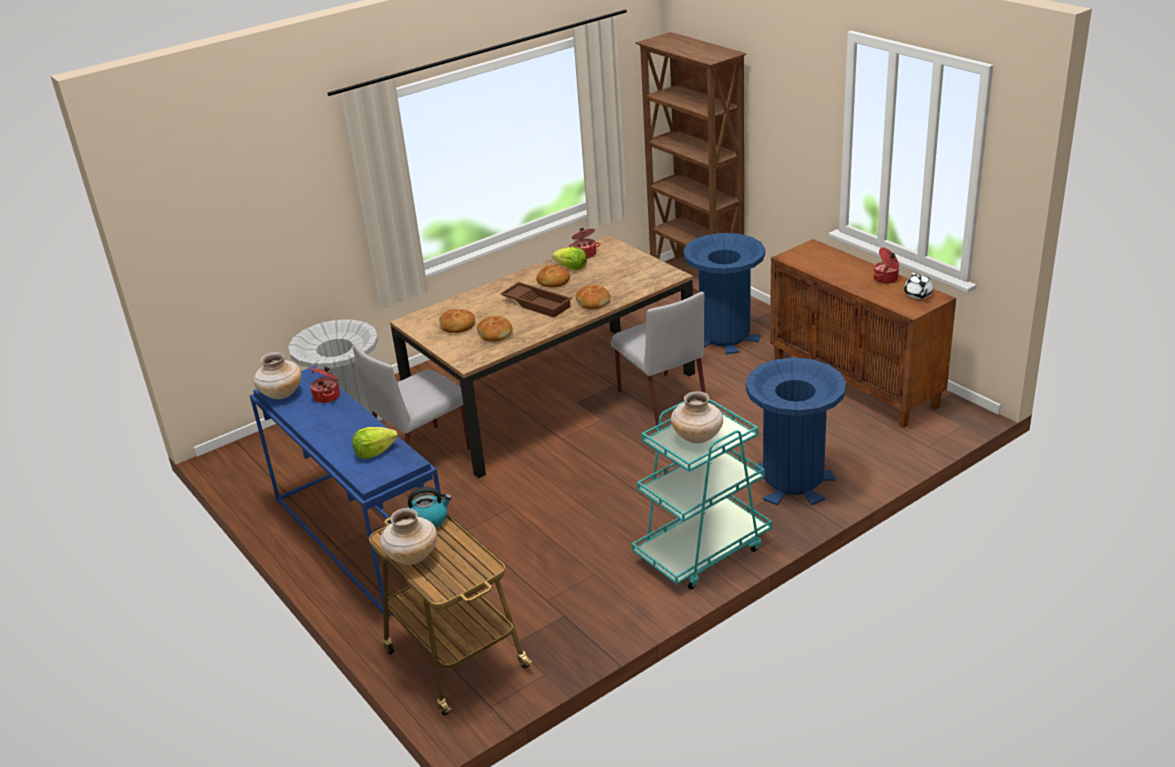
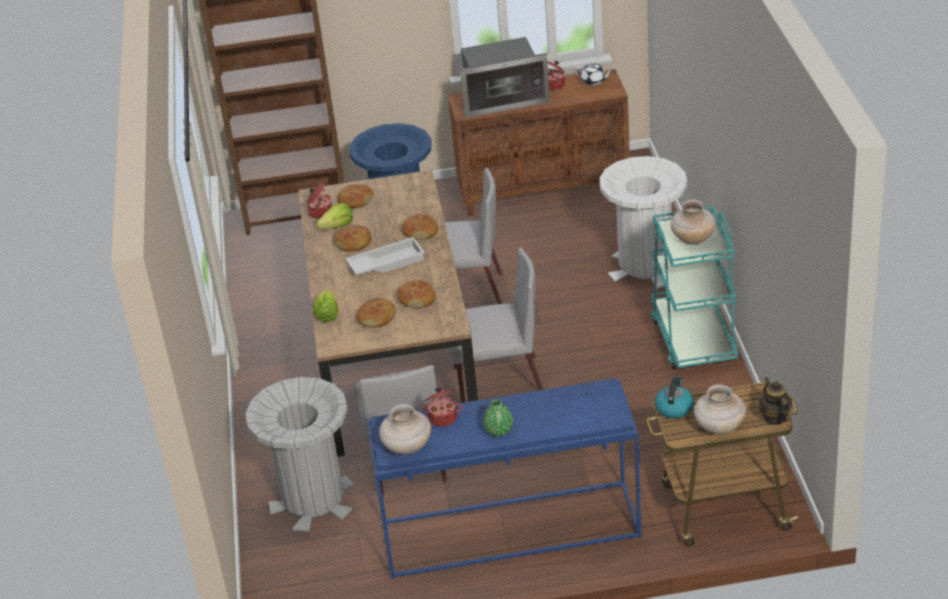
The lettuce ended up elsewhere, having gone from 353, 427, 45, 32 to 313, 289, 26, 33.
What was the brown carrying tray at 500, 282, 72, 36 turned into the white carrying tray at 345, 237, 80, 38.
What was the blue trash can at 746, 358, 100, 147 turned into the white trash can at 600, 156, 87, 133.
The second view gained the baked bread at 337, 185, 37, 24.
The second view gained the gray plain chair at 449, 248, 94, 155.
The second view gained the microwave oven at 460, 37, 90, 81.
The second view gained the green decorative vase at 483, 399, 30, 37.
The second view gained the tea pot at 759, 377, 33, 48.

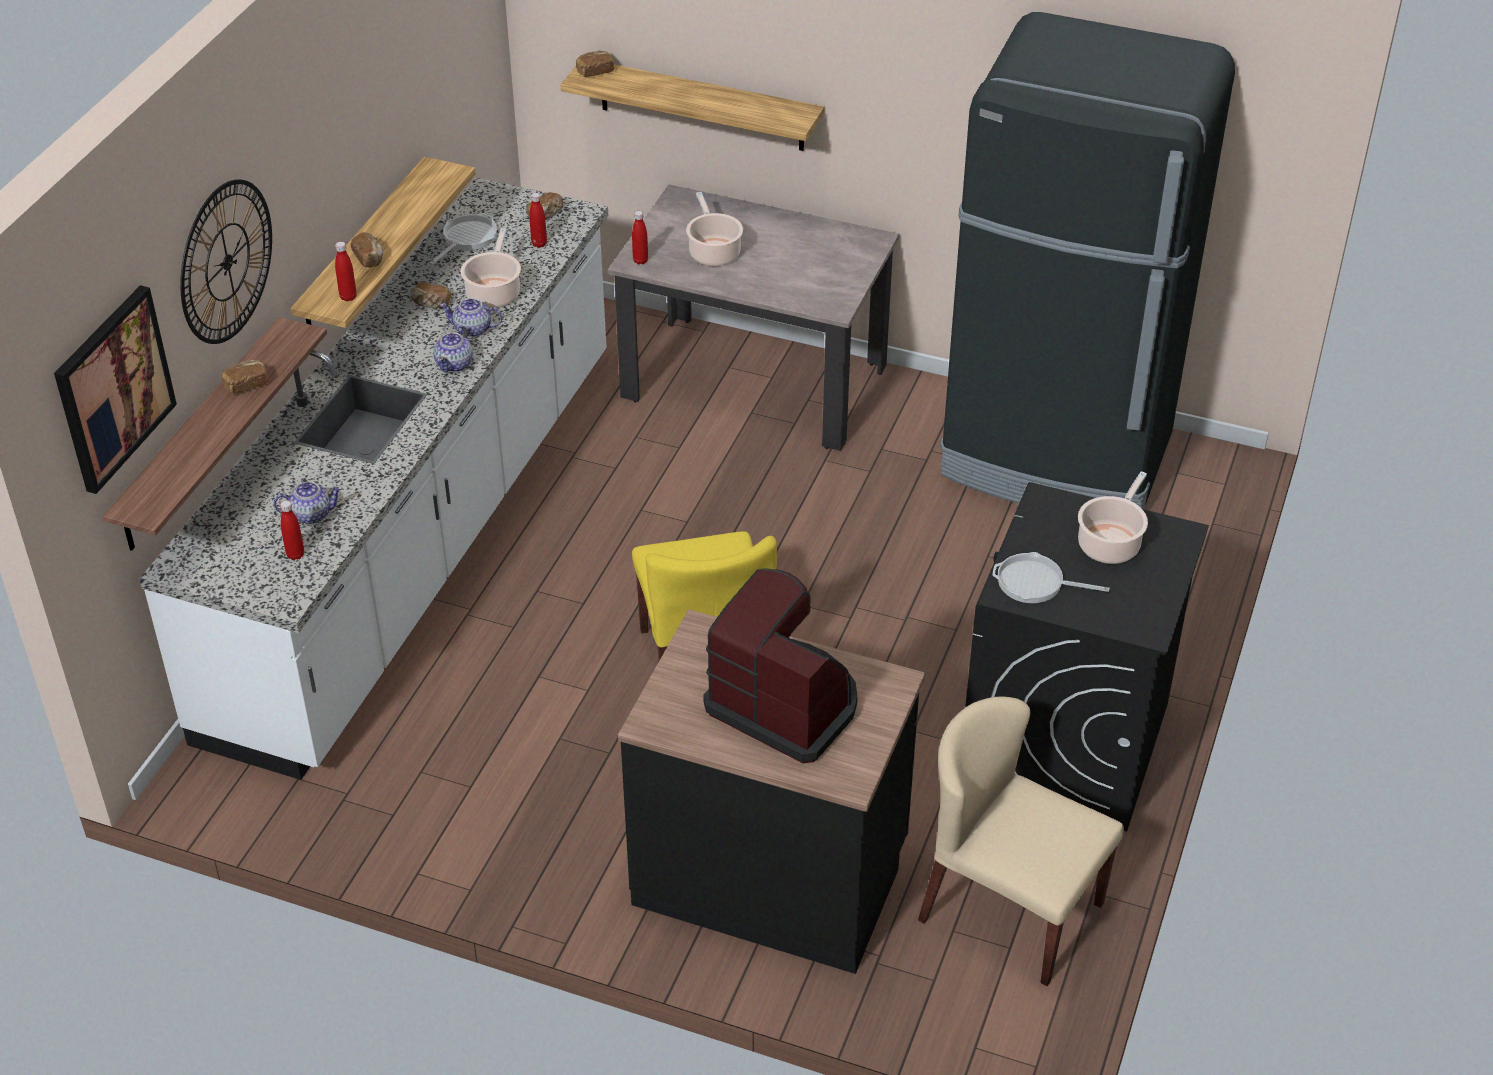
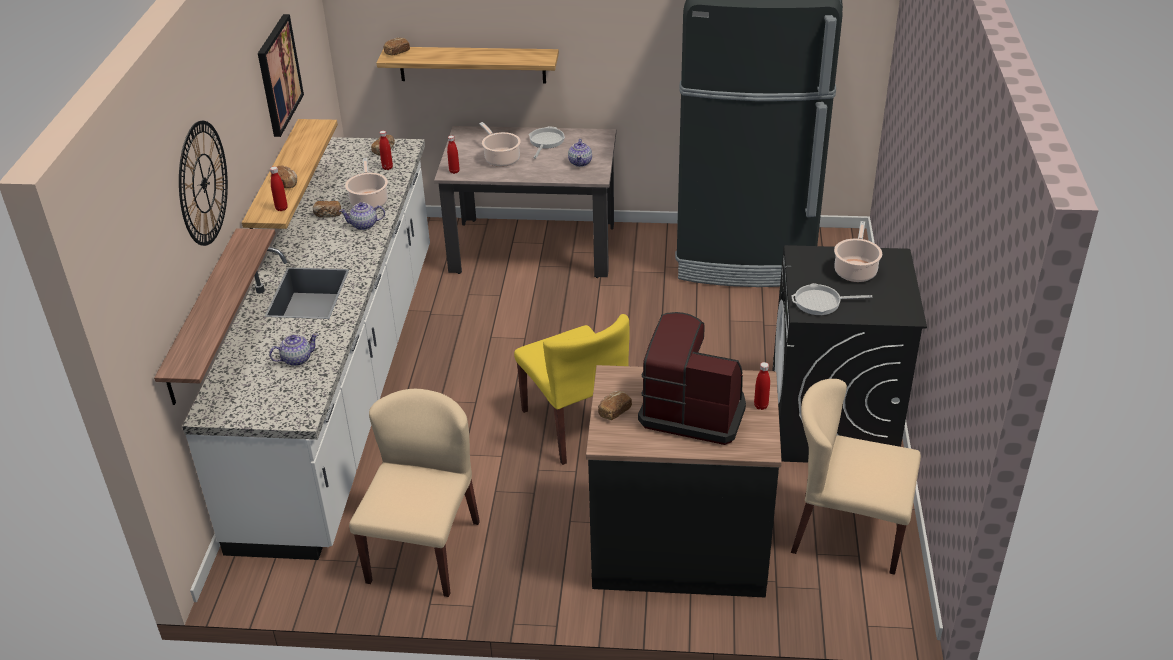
The picture ended up elsewhere, having gone from 54, 285, 123, 209 to 258, 14, 46, 123.
The baked bread ended up elsewhere, having gone from 221, 360, 47, 34 to 598, 391, 34, 29.
The red drink bottle ended up elsewhere, having gone from 280, 500, 24, 60 to 754, 362, 16, 48.
The frying pan ended up elsewhere, having gone from 430, 213, 67, 52 to 529, 126, 36, 33.
The tea pot ended up elsewhere, having gone from 434, 326, 39, 46 to 568, 139, 24, 28.
The second view gained the sand-coloured plain chair at 349, 389, 131, 208.

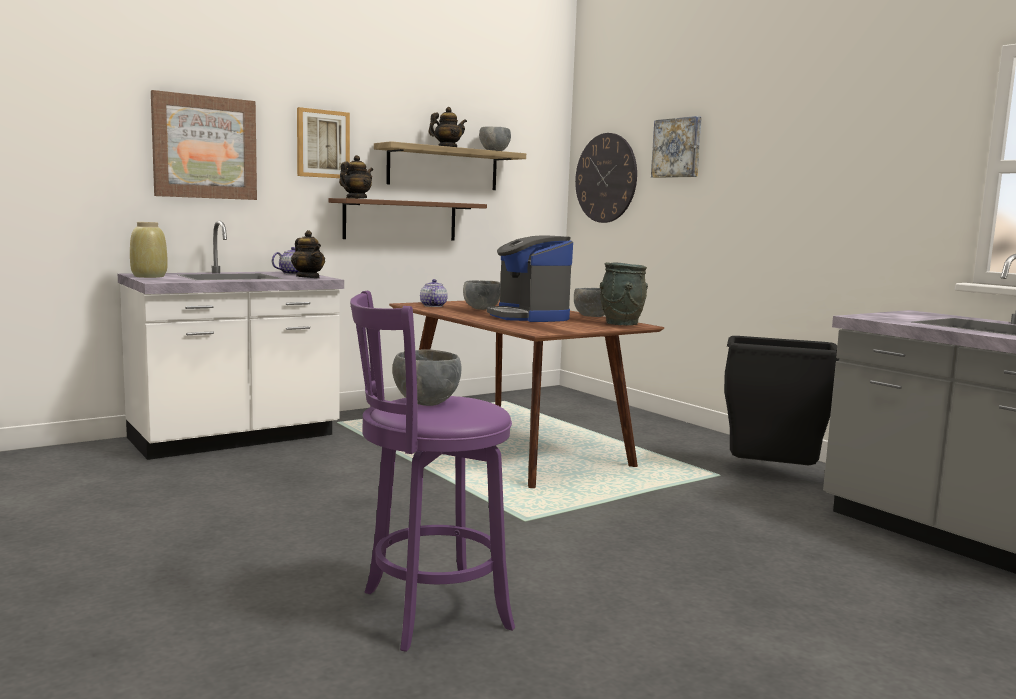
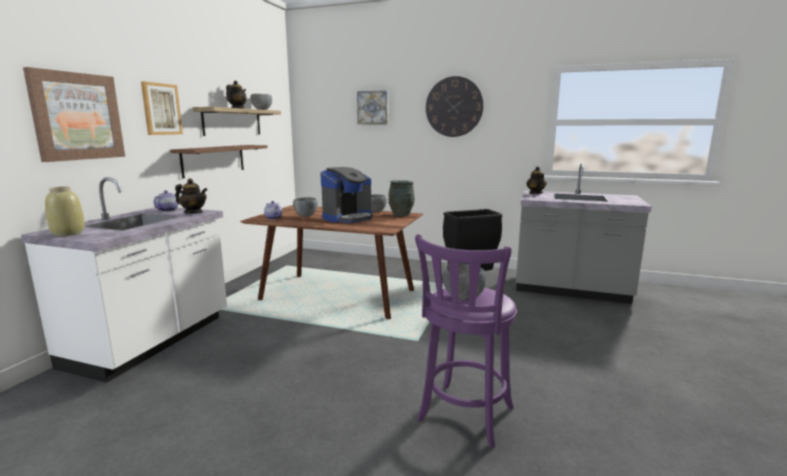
The tea pot ended up elsewhere, having gone from 339, 155, 34, 44 to 526, 166, 21, 28.
The coffee brewer at 487, 235, 86, 87 ended up facing another way, 75 degrees counterclockwise from before.
The hanging clock ended up elsewhere, having gone from 575, 133, 62, 90 to 426, 76, 58, 61.

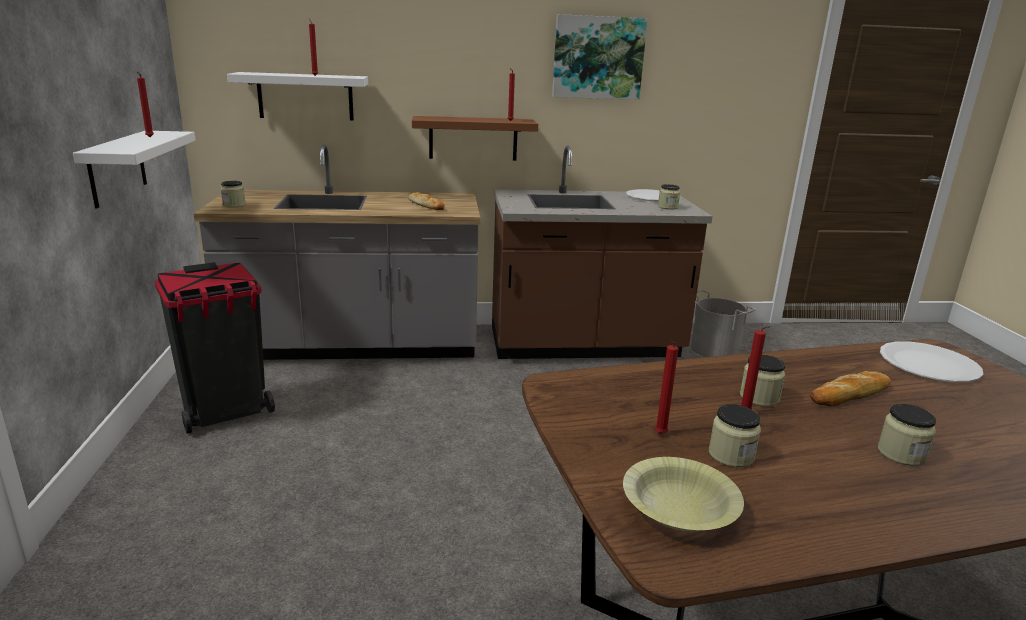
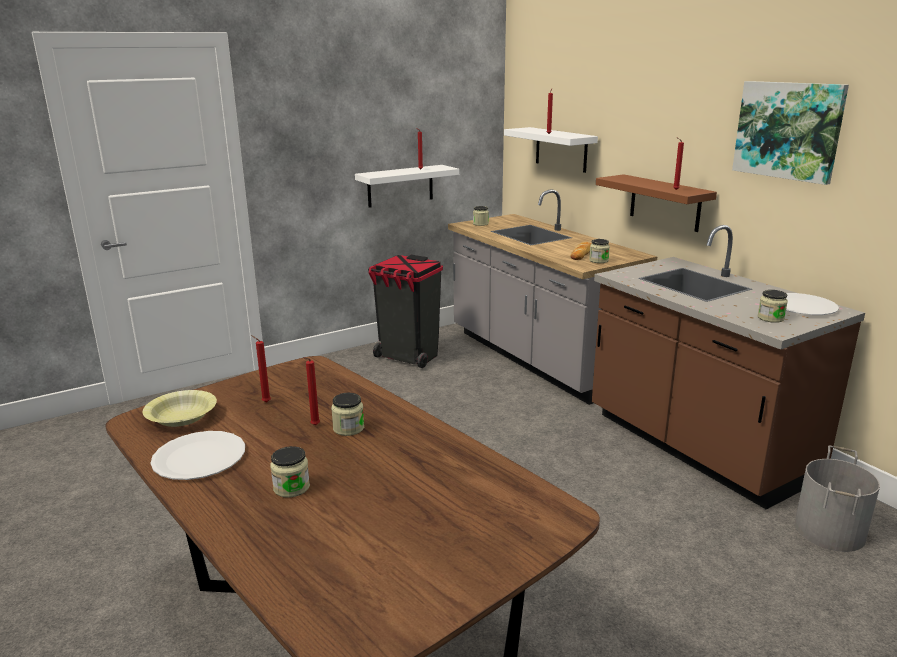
The preserve jar ended up elsewhere, having gone from 709, 404, 52, 63 to 589, 239, 21, 24.
The second view lost the baked bread at 810, 371, 81, 36.
The white plate ended up elsewhere, having gone from 880, 341, 103, 41 to 150, 431, 95, 49.

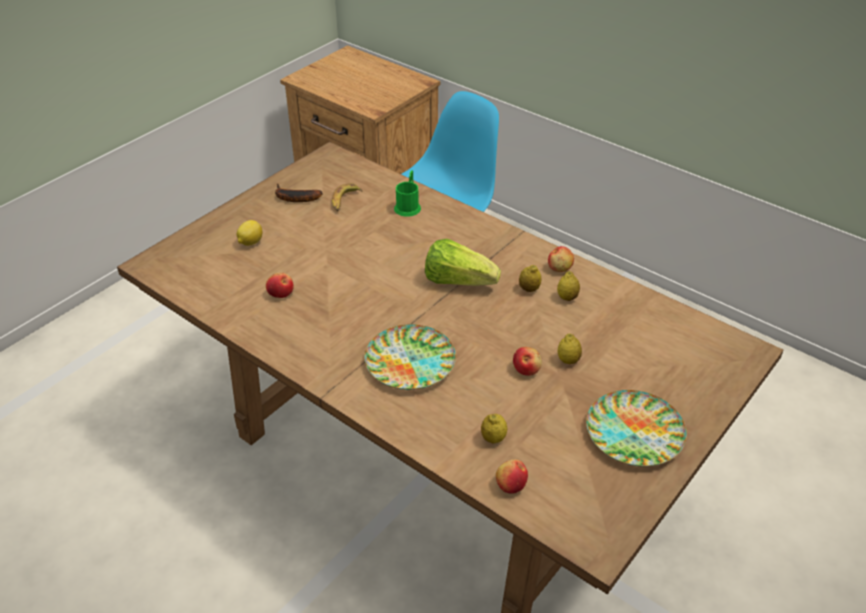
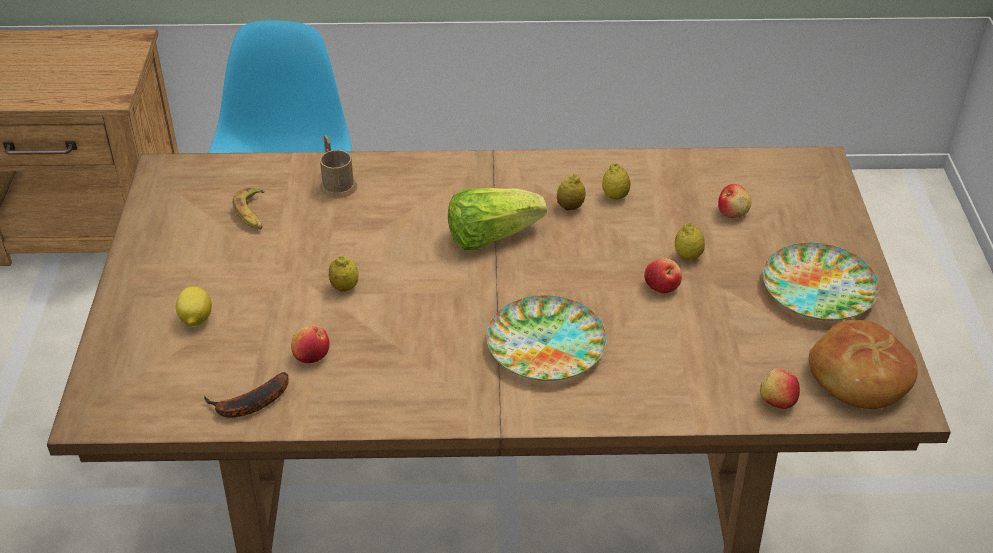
The banana ended up elsewhere, having gone from 275, 184, 48, 18 to 204, 372, 85, 46.
What was the green mug at 394, 170, 27, 47 turned into the brown mug at 320, 135, 37, 64.
The lemon ended up elsewhere, having gone from 481, 414, 26, 29 to 329, 256, 30, 35.
The whole apple ended up elsewhere, having gone from 548, 246, 26, 26 to 718, 184, 33, 34.
The second view gained the baked bread at 809, 319, 109, 90.

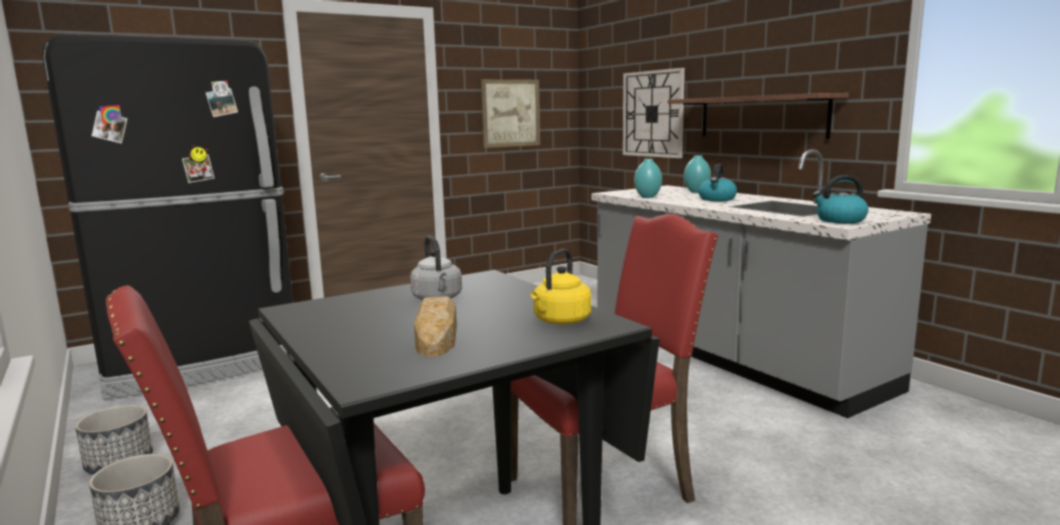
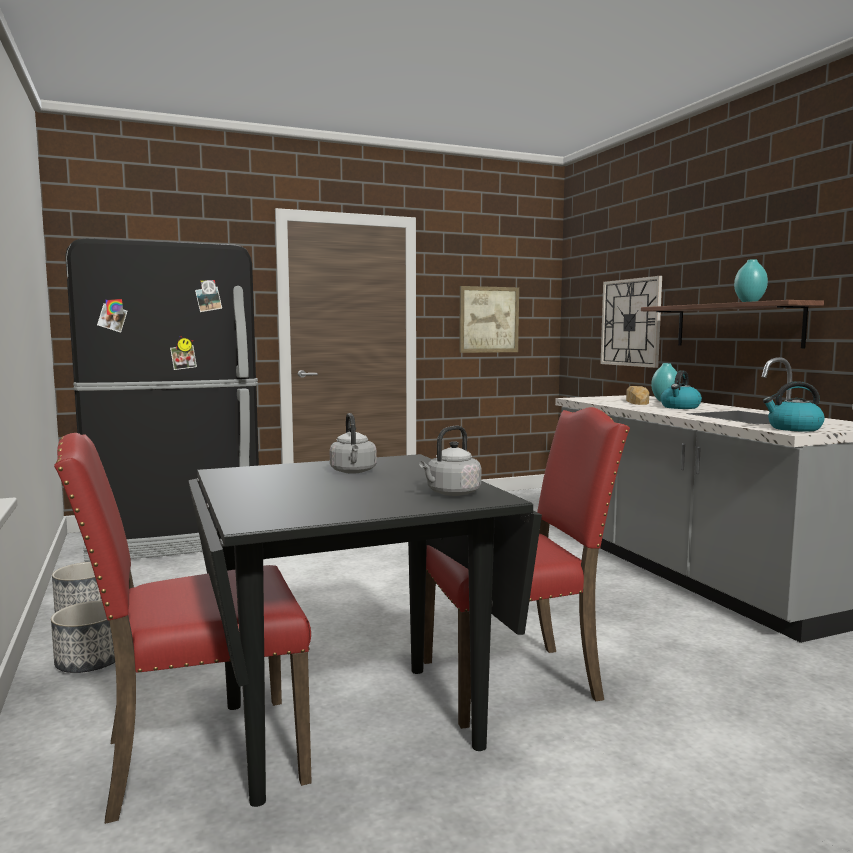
The baked bread ended up elsewhere, having gone from 414, 296, 43, 61 to 626, 386, 23, 19.
What was the yellowish tea kettle at 531, 249, 60, 76 turned into the gray tea kettle at 419, 426, 62, 70.
The blue-green decorative vase ended up elsewhere, having gone from 634, 159, 28, 39 to 734, 259, 34, 43.

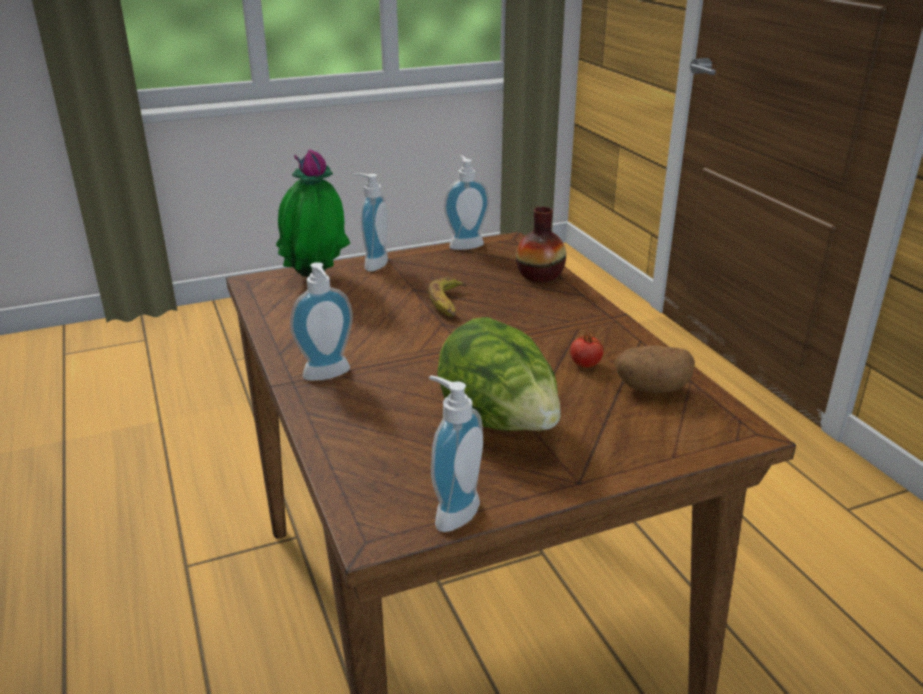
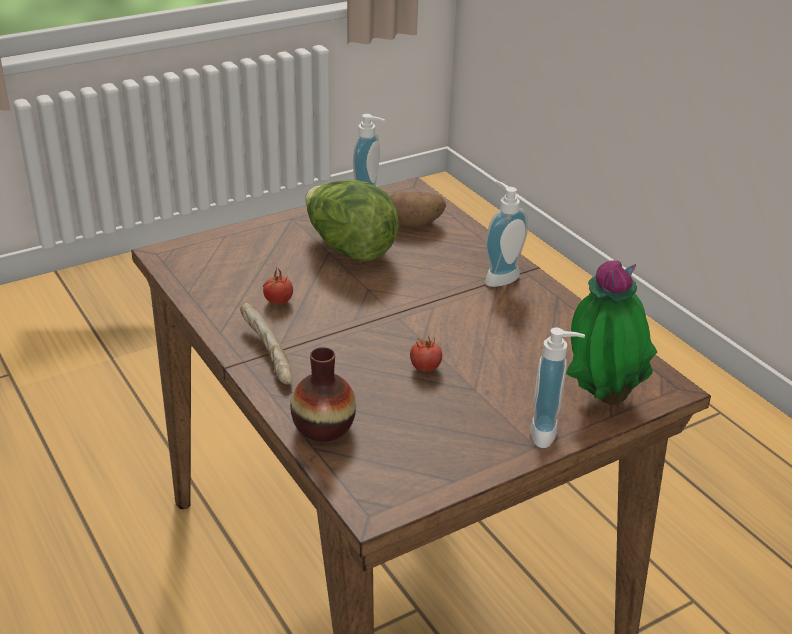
Where the banana stood at 428, 277, 39, 40, the whole tomato came to stand at 410, 335, 32, 37.
The second view lost the soap dispenser at 444, 155, 45, 95.
The potato ended up elsewhere, having gone from 614, 345, 81, 48 to 389, 191, 57, 36.
The second view gained the baked bread at 240, 303, 52, 82.

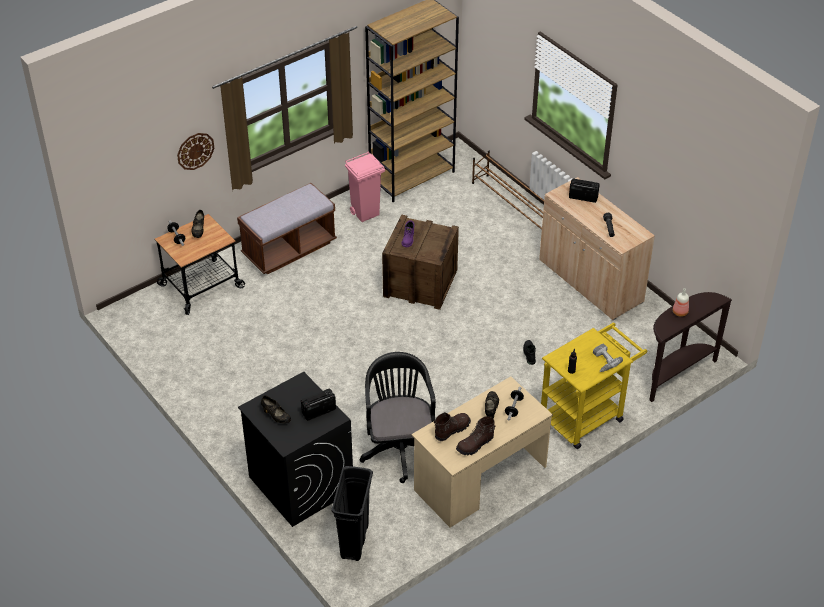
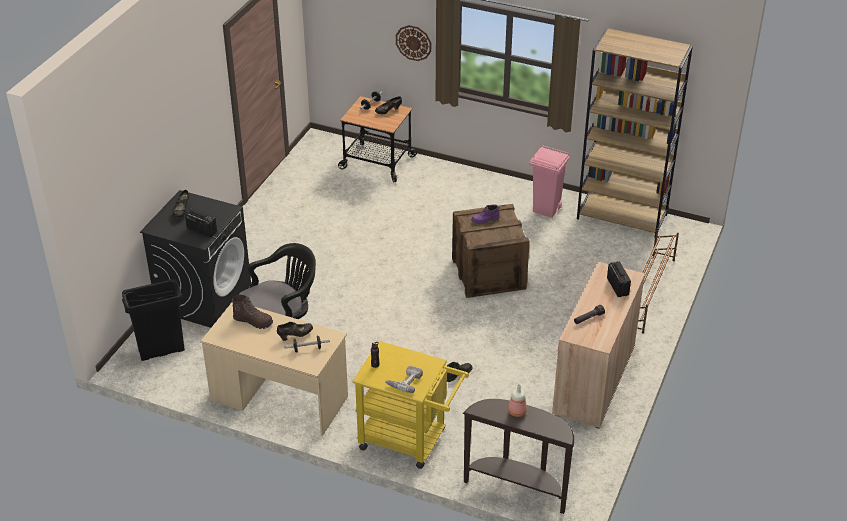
The second view lost the brown bench at 237, 183, 100, 92.
The second view lost the brown high-top boot at 456, 416, 40, 39.

